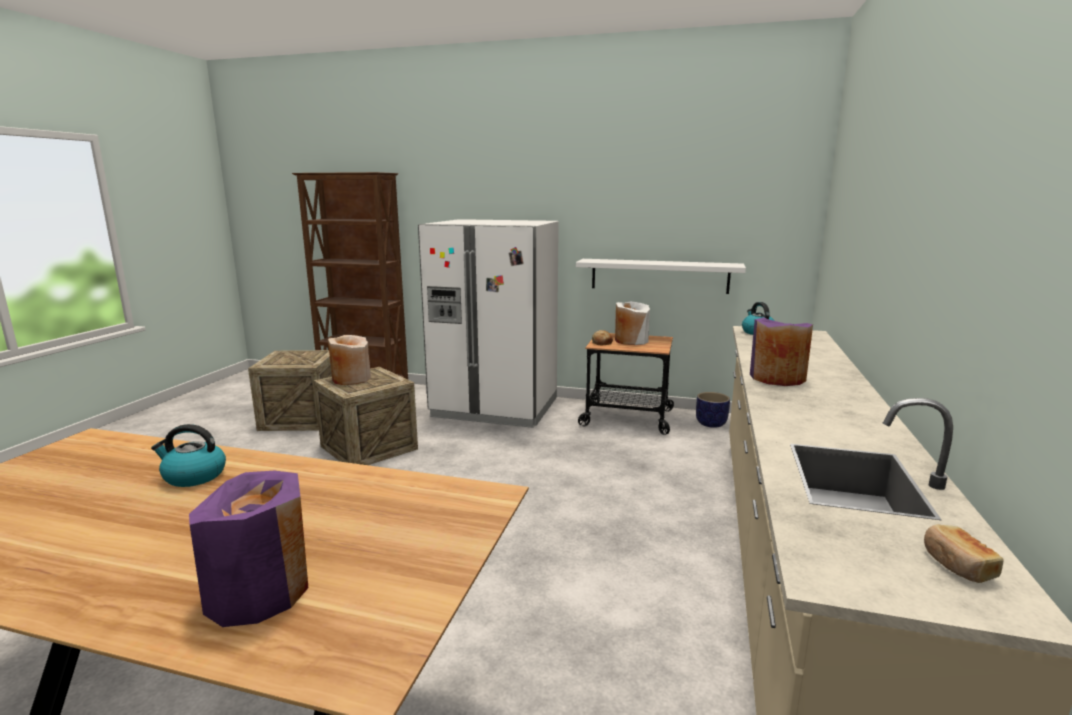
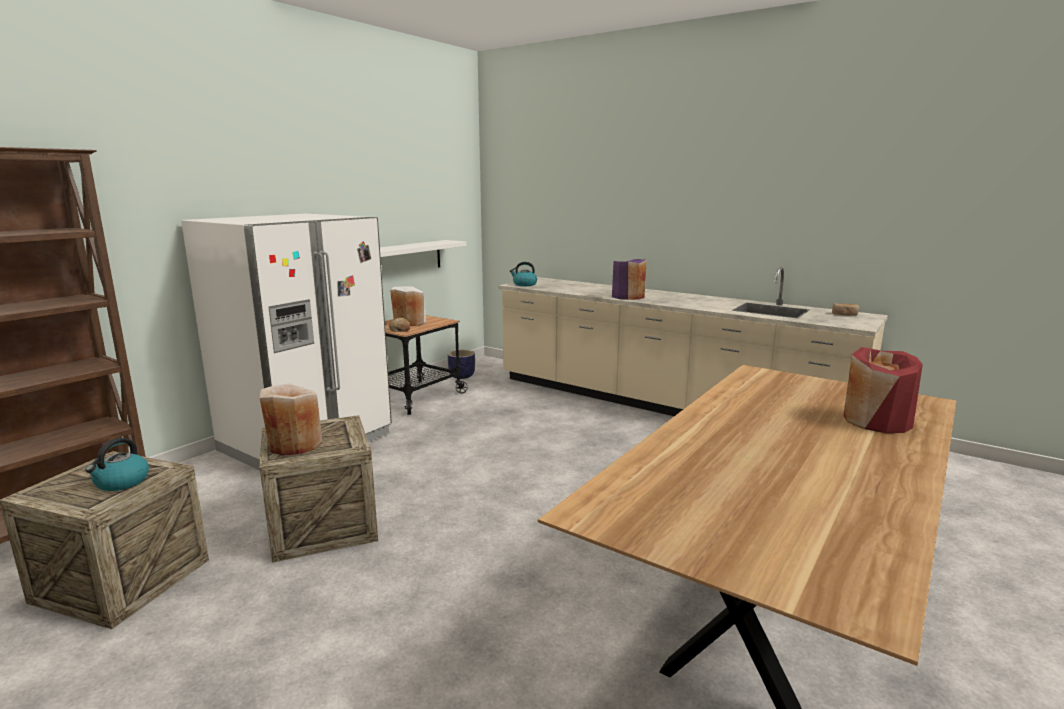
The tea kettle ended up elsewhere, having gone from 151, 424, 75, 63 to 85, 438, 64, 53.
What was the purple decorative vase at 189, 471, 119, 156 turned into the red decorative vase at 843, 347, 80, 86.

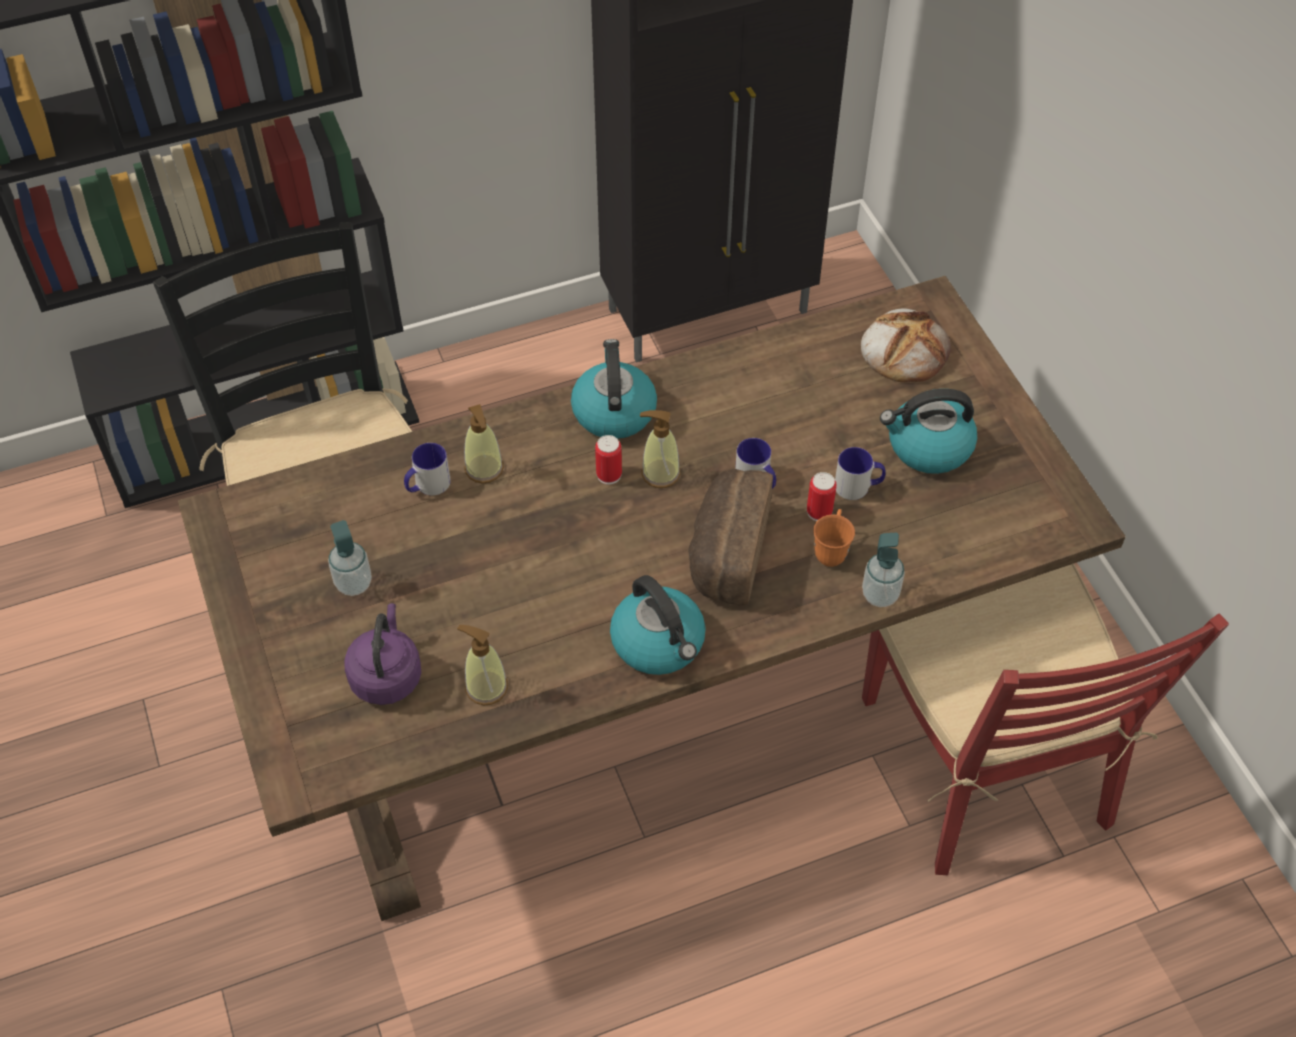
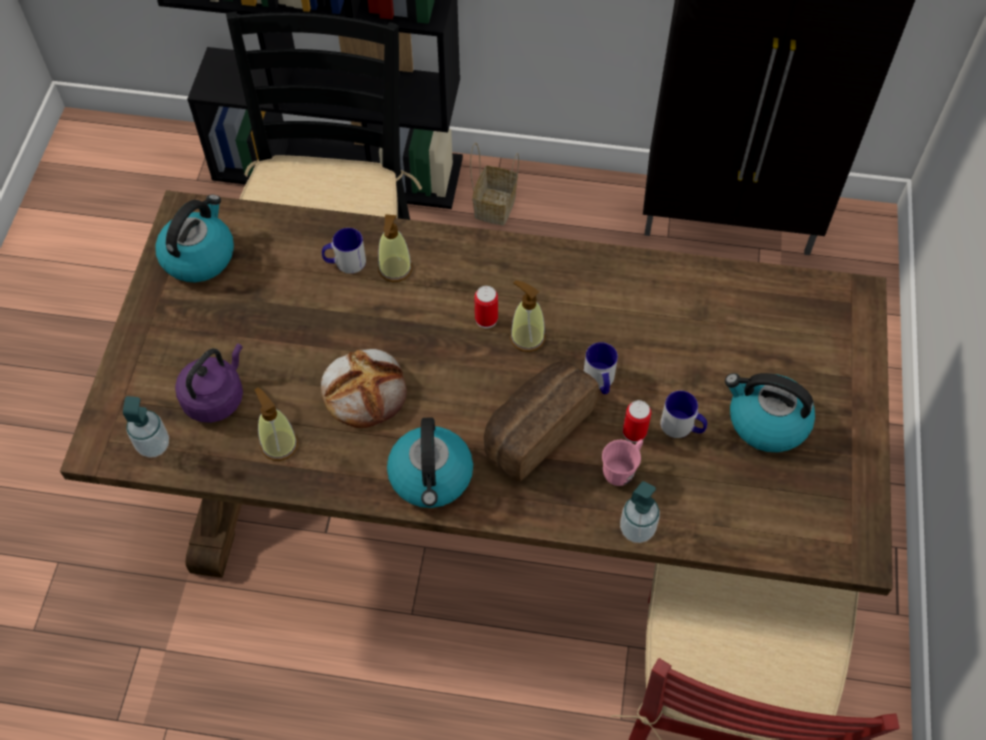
The soap dispenser ended up elsewhere, having gone from 328, 520, 44, 76 to 123, 396, 46, 62.
The tea kettle ended up elsewhere, having gone from 571, 339, 86, 100 to 155, 195, 79, 87.
What was the orangey mug at 813, 509, 42, 58 turned into the pink-coloured mug at 602, 439, 41, 47.
The baked bread ended up elsewhere, having gone from 861, 309, 90, 73 to 321, 349, 86, 79.
The second view gained the household basket at 470, 143, 49, 82.

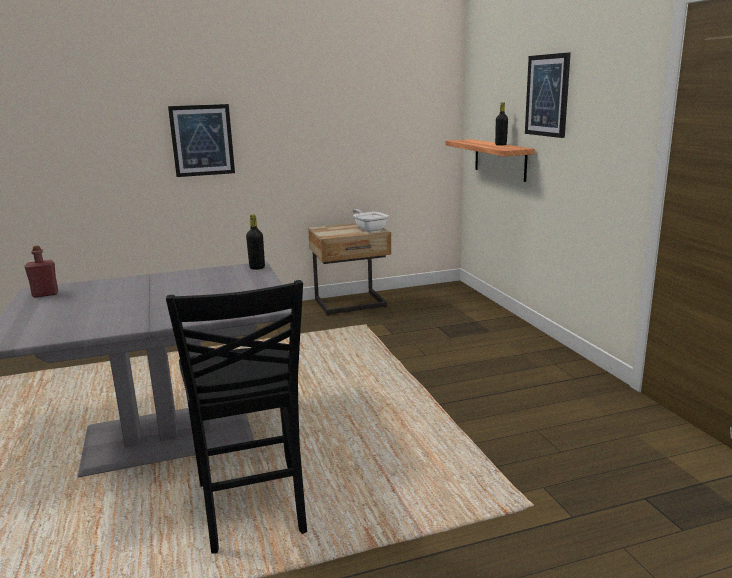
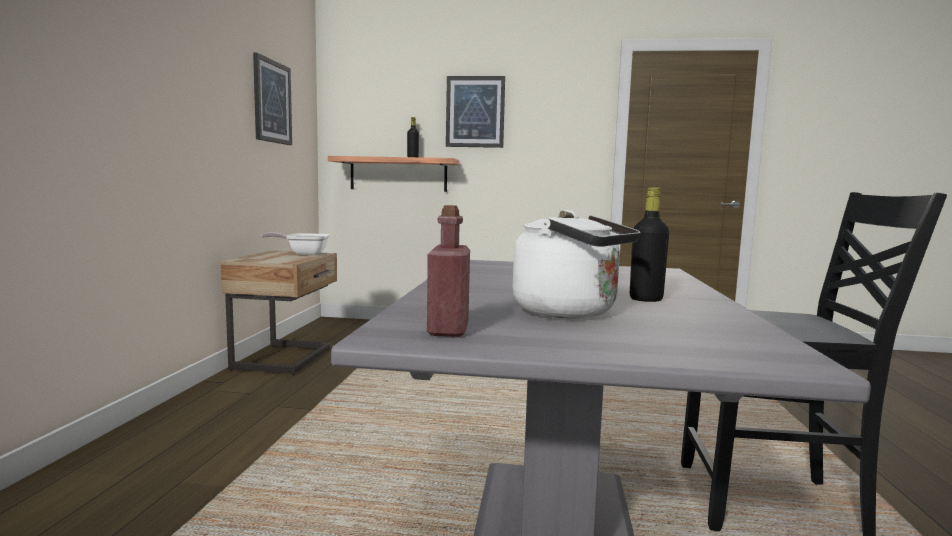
The picture ended up elsewhere, having gone from 168, 104, 67, 73 to 253, 53, 39, 92.
The blackish drink bottle ended up elsewhere, having gone from 246, 214, 19, 56 to 630, 187, 39, 115.
The second view gained the white tea kettle at 513, 210, 128, 108.

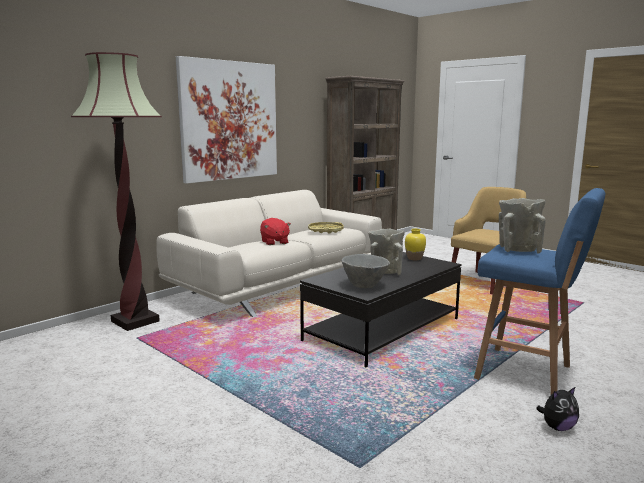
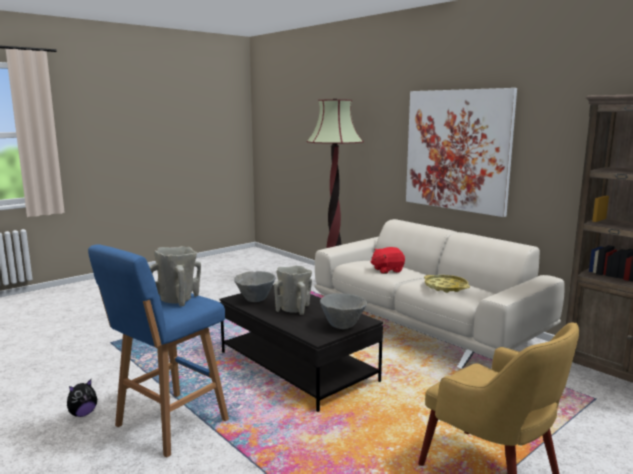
Where the yellowish decorative vase stood at 405, 229, 21, 31, the gray serving bowl came to stand at 320, 293, 47, 36.
The cuddly toy at 536, 387, 43, 44 ended up facing another way, 120 degrees counterclockwise from before.

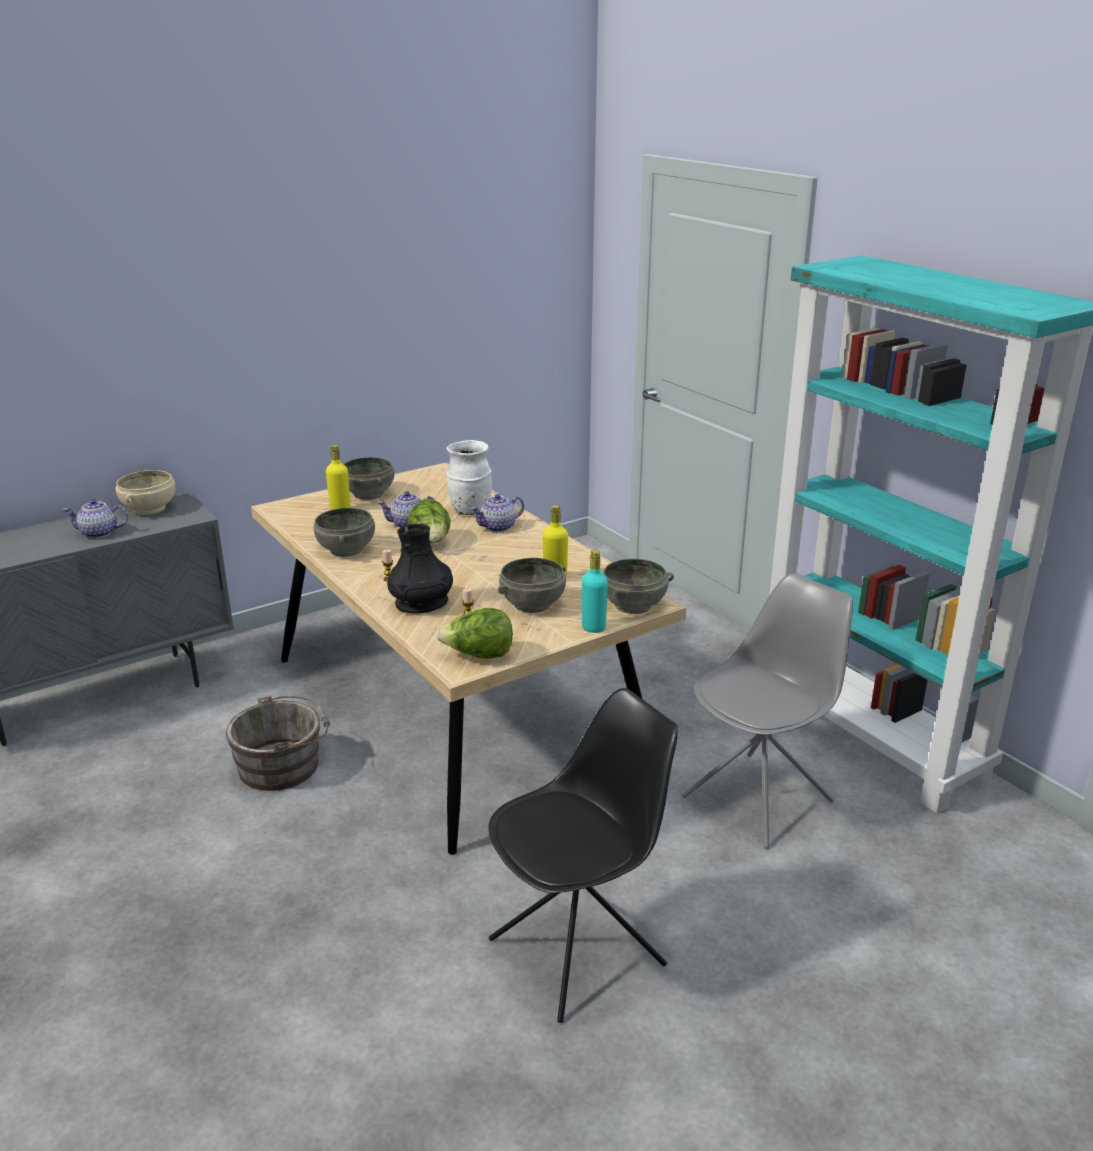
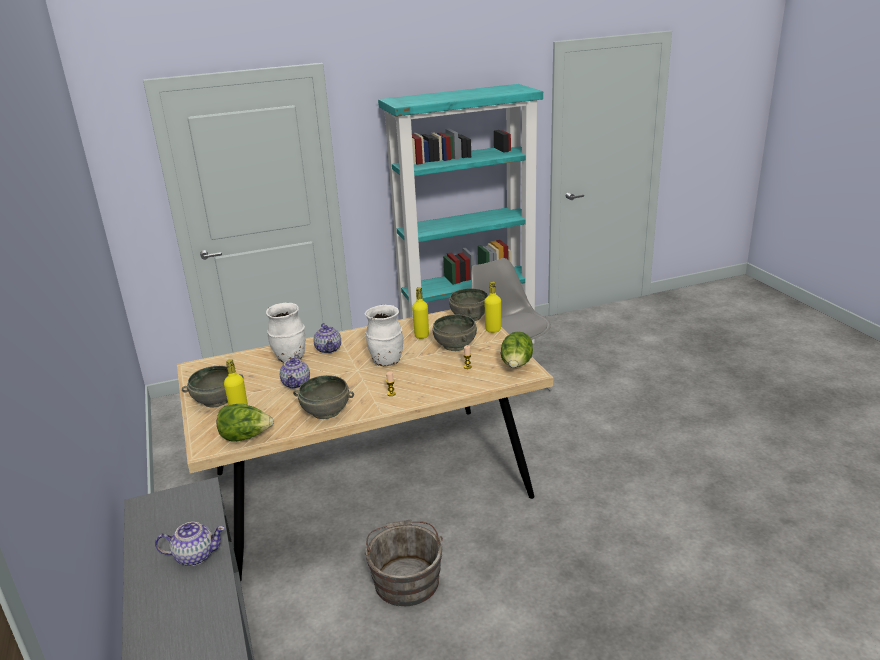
The tea pot at 63, 499, 65, 39 ended up facing another way, 105 degrees counterclockwise from before.
The second view lost the sand-coloured serving bowl at 116, 470, 59, 45.
The second view lost the blackish decorative vase at 387, 524, 66, 90.
The lettuce ended up elsewhere, having gone from 408, 499, 43, 44 to 217, 404, 57, 38.
The second view lost the blackish plain chair at 489, 688, 189, 335.
What was the blue-green drink bottle at 582, 550, 26, 83 turned into the yellowish drink bottle at 484, 282, 17, 51.
The second view gained the white decorative vase at 365, 305, 38, 61.

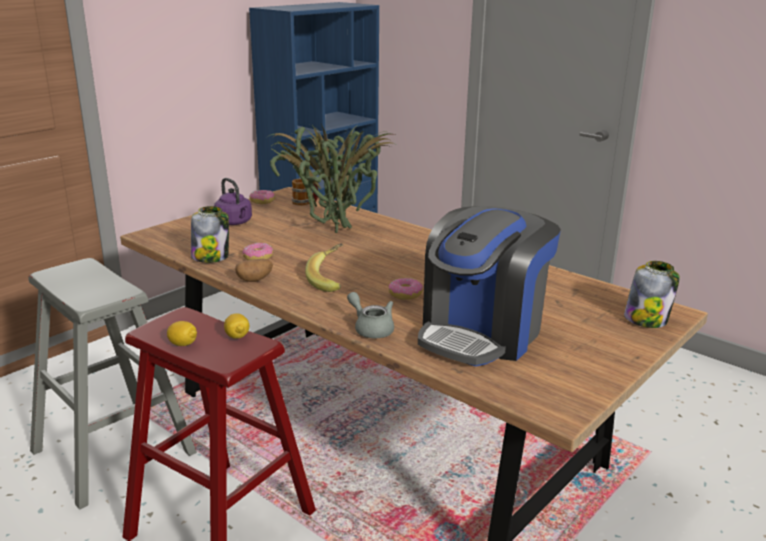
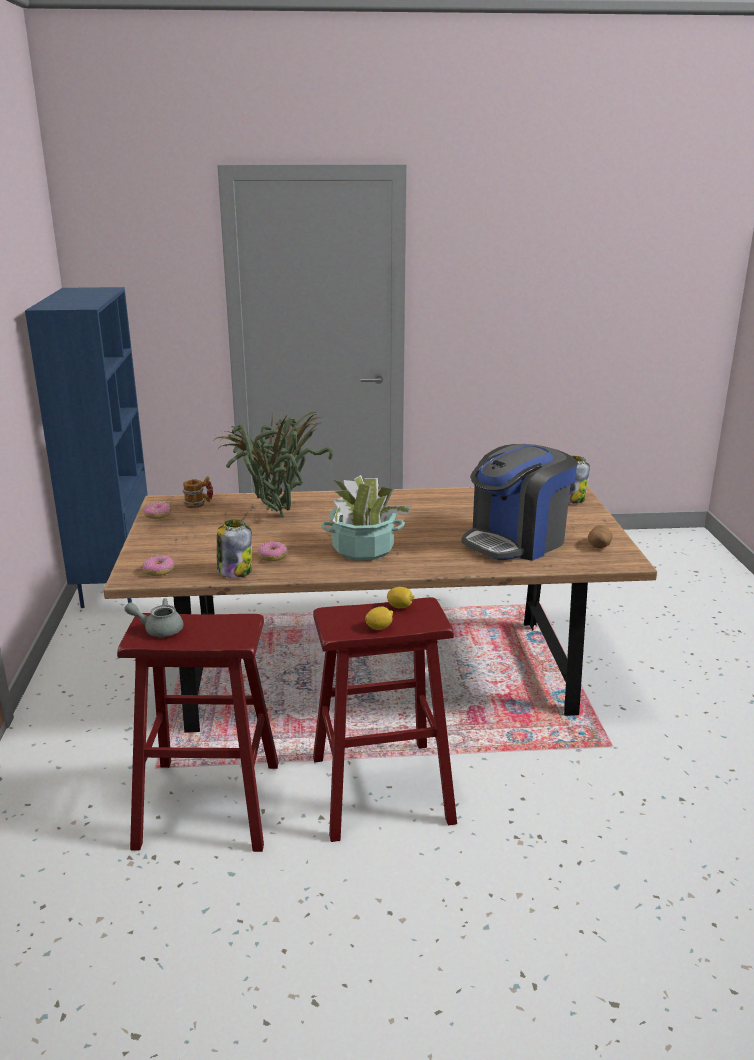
What was the gray stool at 29, 258, 168, 252 turned into the red stool at 117, 613, 161, 239.
The second view lost the purple tea kettle at 214, 178, 38, 47.
The potato ended up elsewhere, having gone from 235, 259, 38, 23 to 588, 525, 25, 23.
Where the banana stood at 305, 243, 38, 49, the houseplant came to stand at 321, 475, 90, 86.
The gray tea pot ended up elsewhere, having gone from 347, 292, 47, 46 to 124, 598, 59, 39.
The doughnut ended up elsewhere, having gone from 389, 278, 34, 22 to 142, 555, 32, 21.
The coffee brewer at 418, 206, 143, 160 ended up facing another way, 60 degrees clockwise from before.

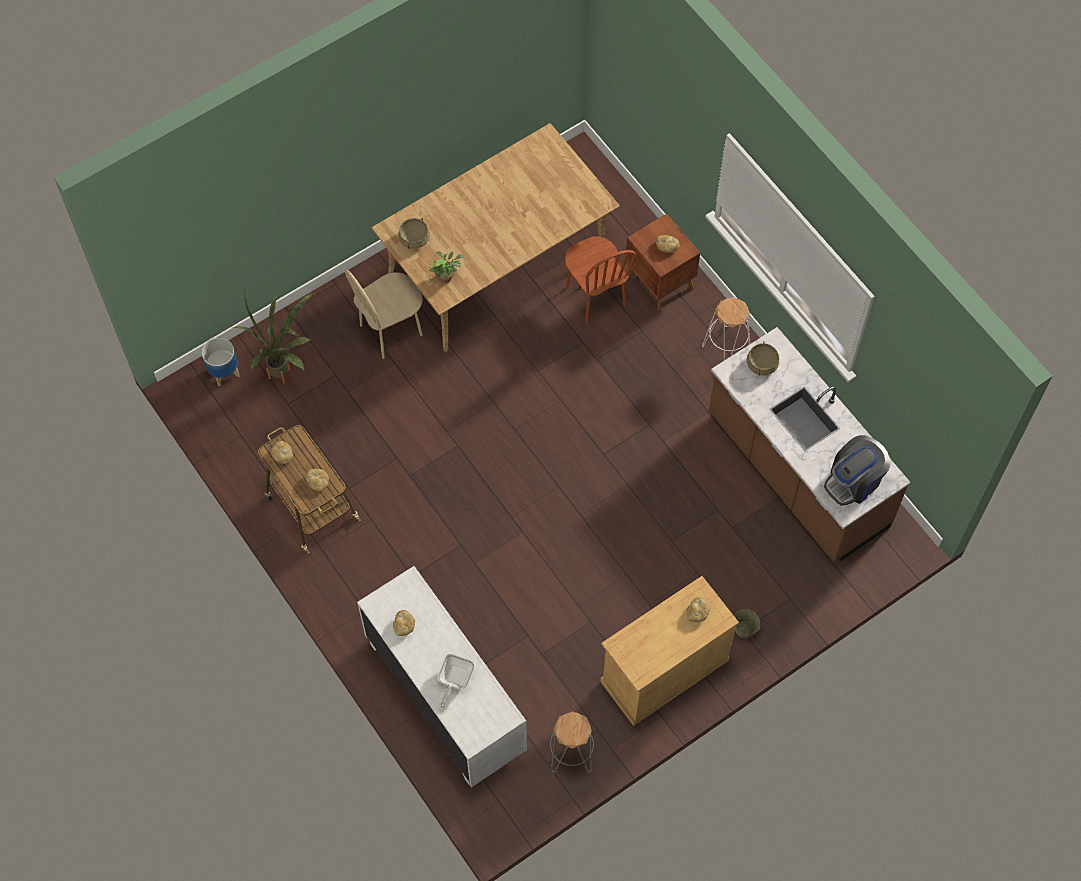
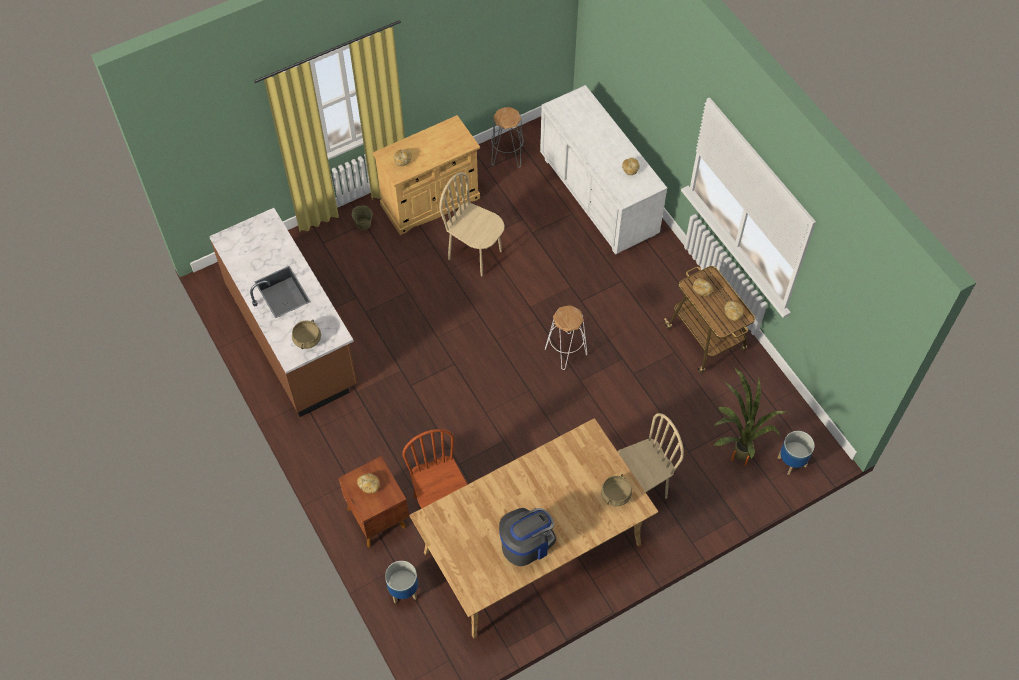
The second view lost the houseplant at 429, 251, 36, 32.
The second view lost the frying pan at 437, 654, 38, 54.
The white stool ended up elsewhere, having gone from 702, 297, 48, 63 to 545, 305, 42, 65.
The coffee brewer ended up elsewhere, having gone from 824, 435, 67, 71 to 499, 508, 57, 58.
The second view gained the flower pot at 385, 561, 33, 43.
The second view gained the sand-coloured plain chair at 439, 172, 66, 105.

